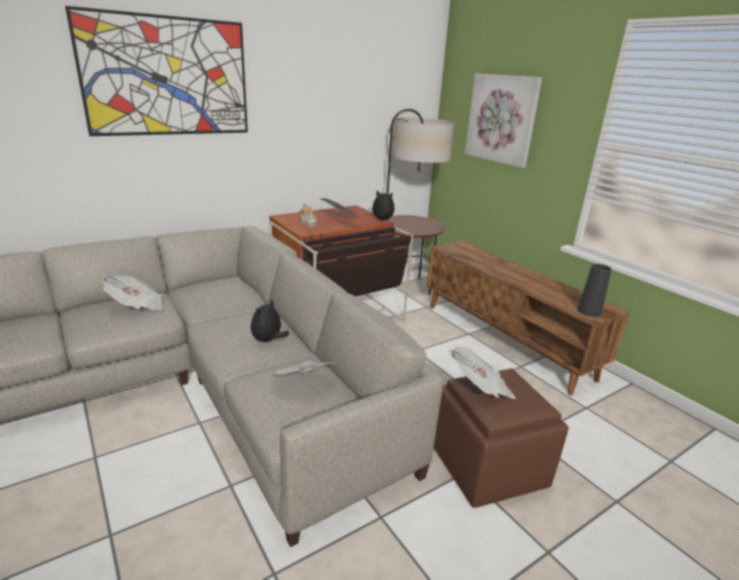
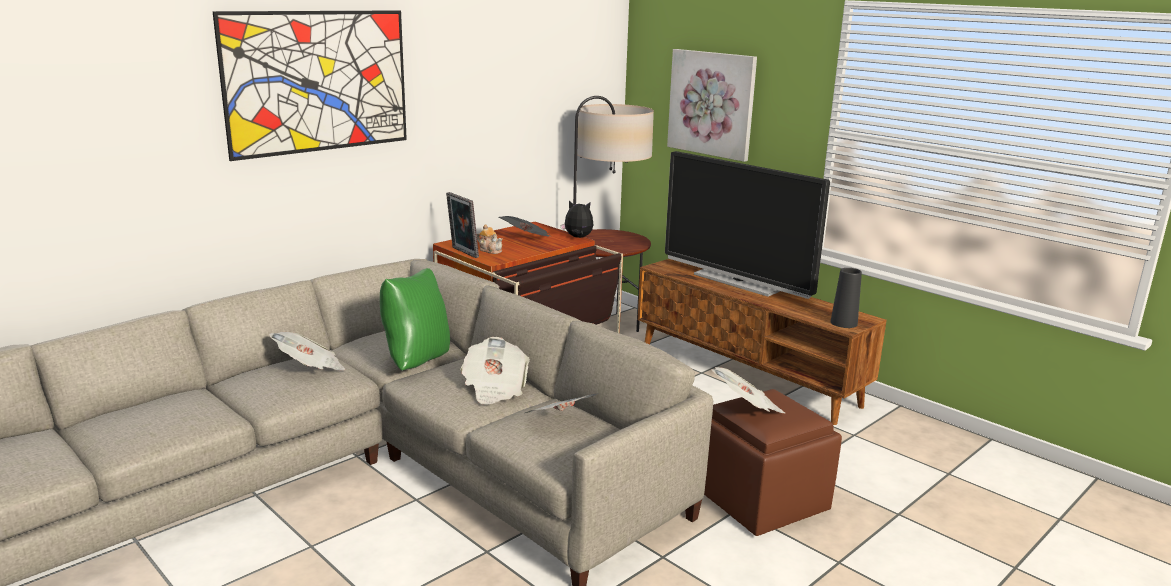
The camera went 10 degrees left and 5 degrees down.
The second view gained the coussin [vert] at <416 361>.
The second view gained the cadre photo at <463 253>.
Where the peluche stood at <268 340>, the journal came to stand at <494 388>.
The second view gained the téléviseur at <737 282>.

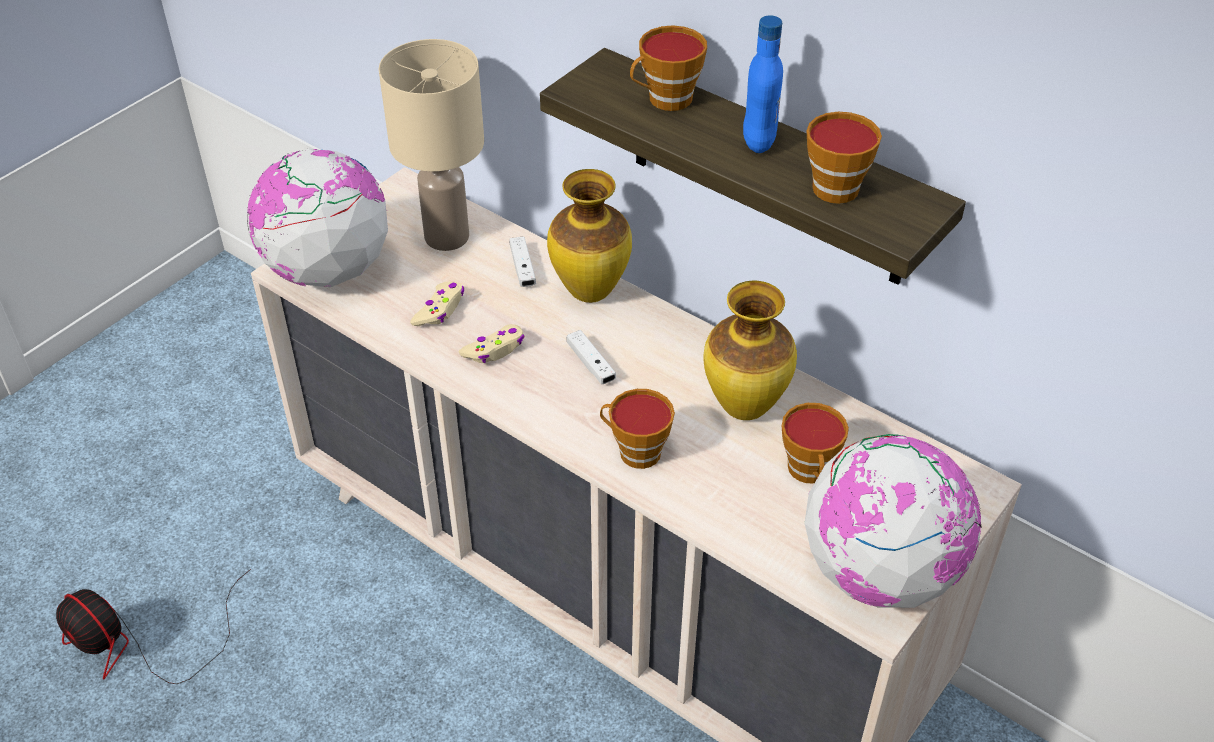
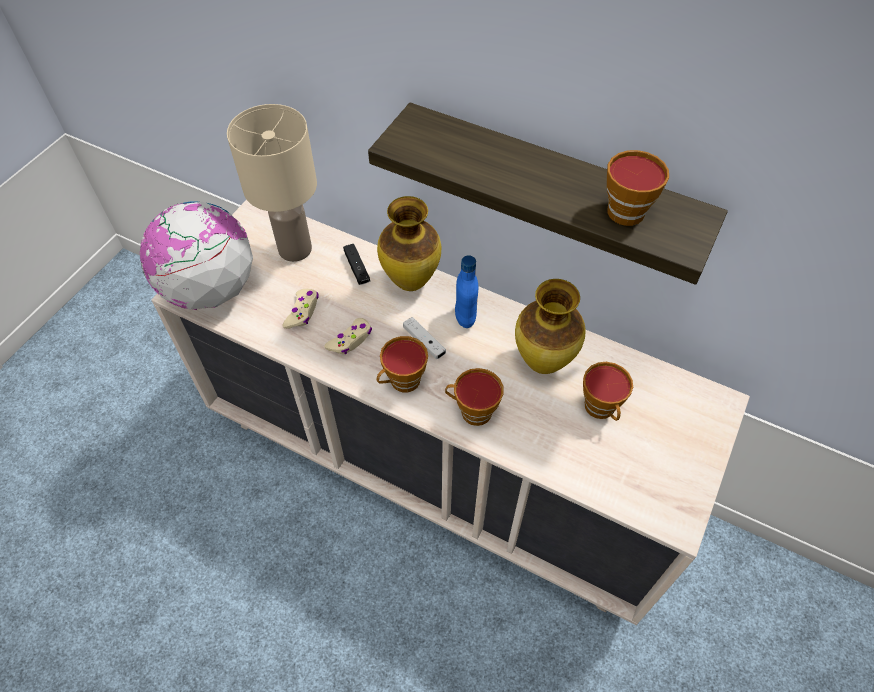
The camera went 10 degrees left and 10 degrees up.
What was the manette [blanc] at <522 268> turned into the manette [noir] at <357 268>.
The tasse ended up elsewhere, having gone from <666 100> to <402 382>.
The bouteille [bleu] ended up elsewhere, having gone from <758 141> to <465 317>.
The second view lost the ventilateur at <138 645>.
The second view lost the globe at <880 572>.

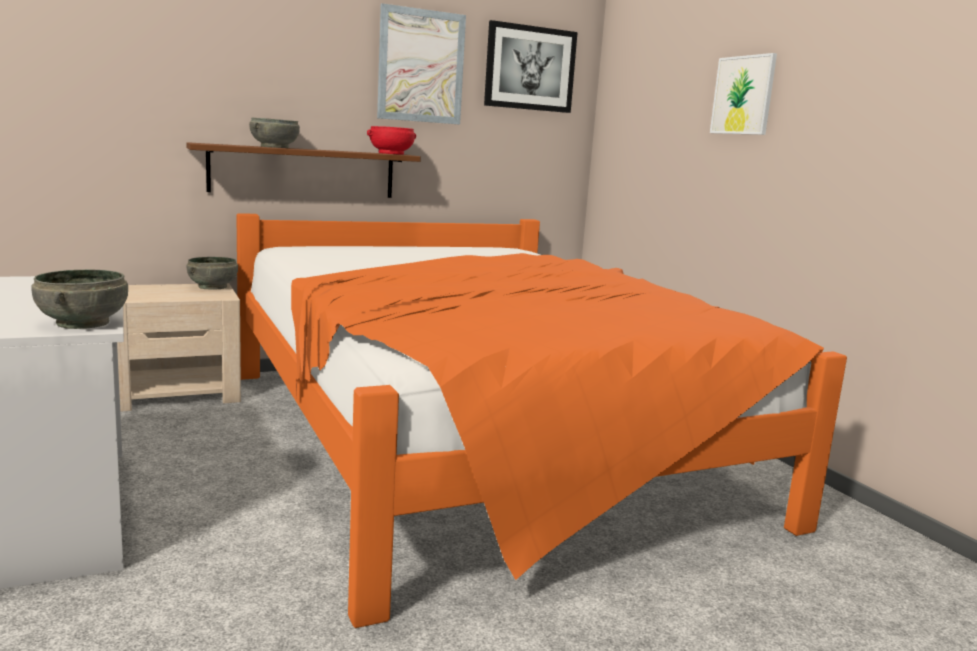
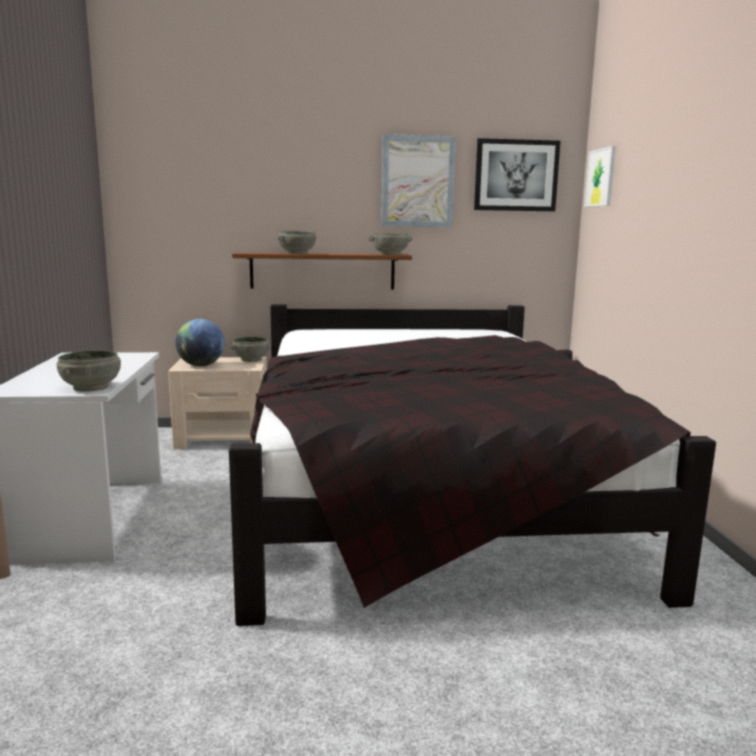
The camera went 20 degrees right and 0 degrees up.
The second view gained the globe at <201 365>.
What was the lit [orange] at <476 440> turned into the lit [noir] at <424 492>.
What was the bol [rouge] at <391 153> turned into the bol [gris] at <390 254>.
The tableau ended up elsewhere, having gone from <743 95> to <600 177>.

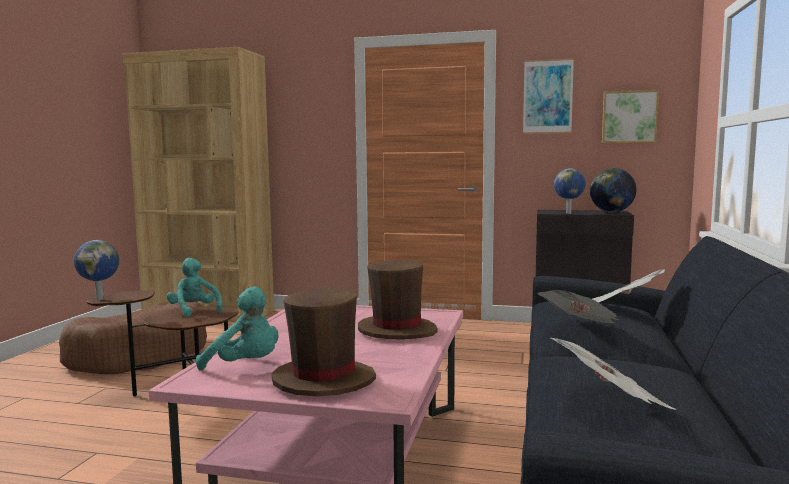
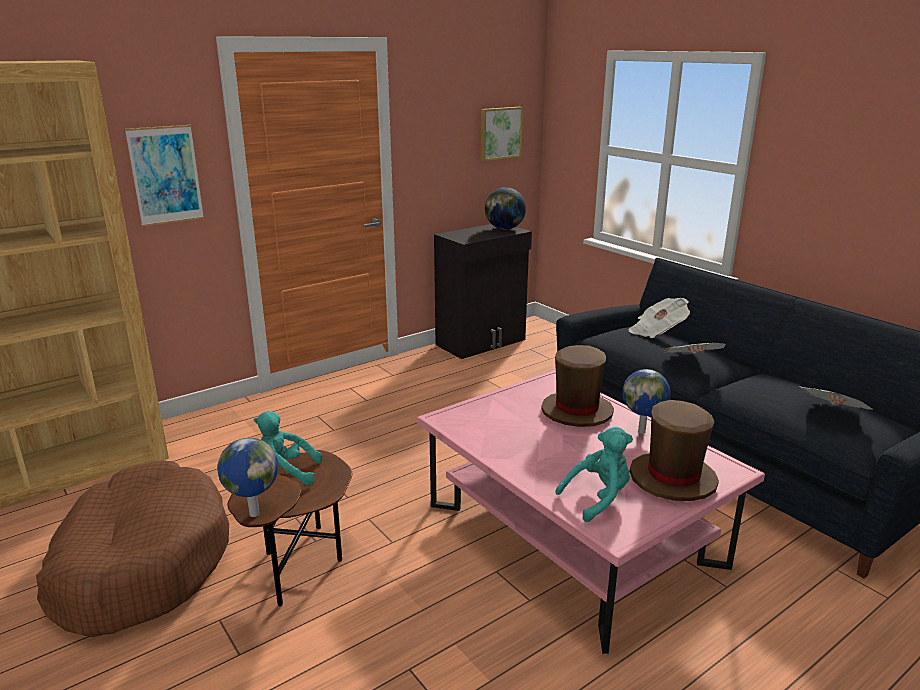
The camera went 50 degrees left and 15 degrees up.
The tableau ended up elsewhere, having gone from <547 96> to <165 175>.
The globe ended up elsewhere, having gone from <569 213> to <642 431>.

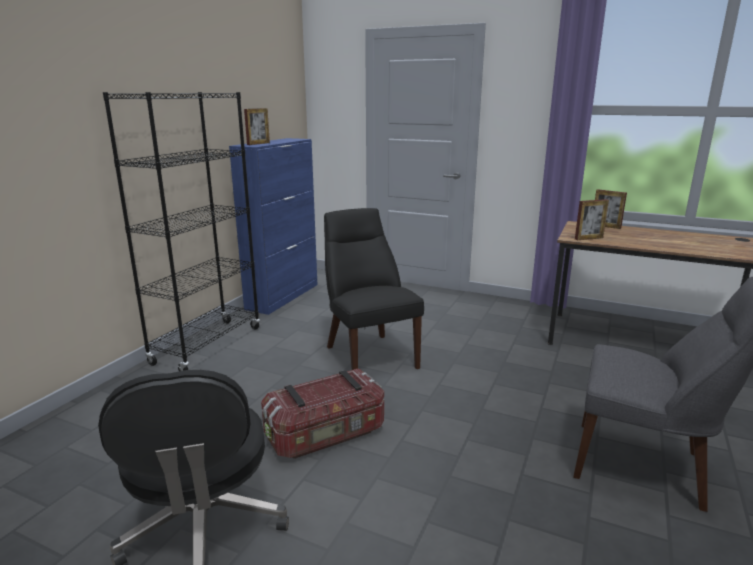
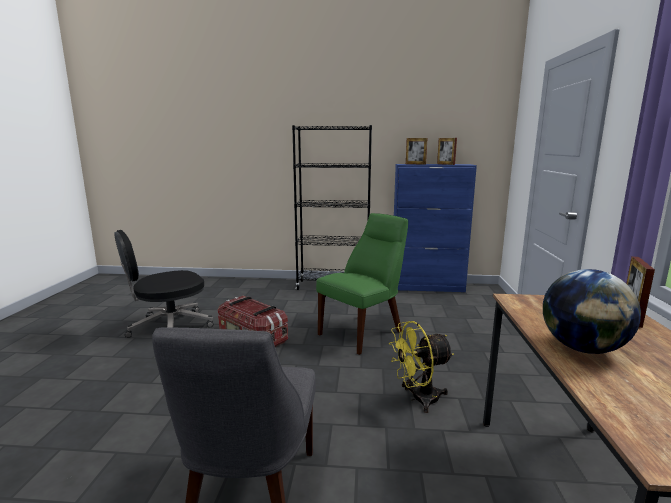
The camera went 70 degrees right and 5 degrees down.
What was the chaise [noir] at <369 355> turned into the chaise [vert] at <363 332>.
The second view gained the ventilateur [jaune] at <418 399>.
The cadre photo ended up elsewhere, having gone from <589 238> to <445 164>.
The second view gained the globe at <582 348>.

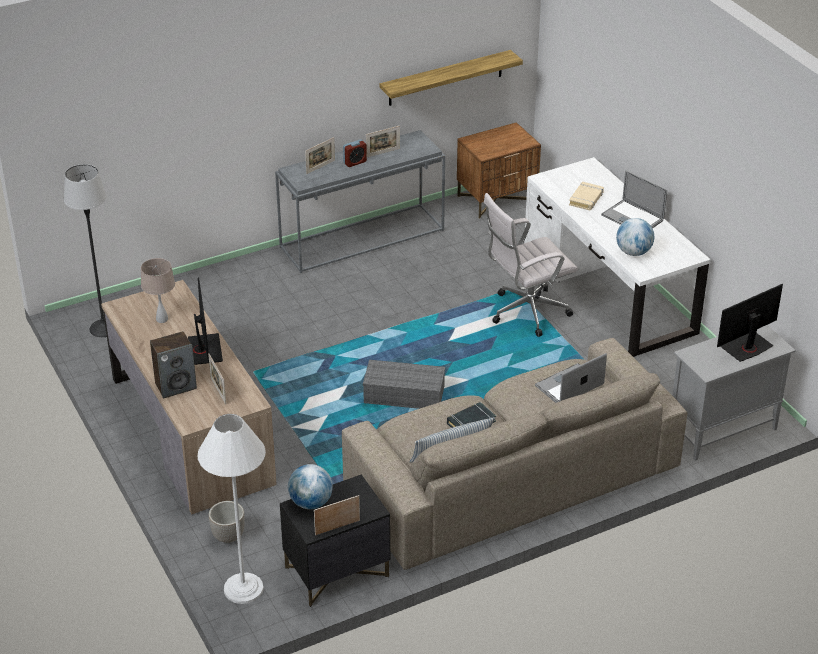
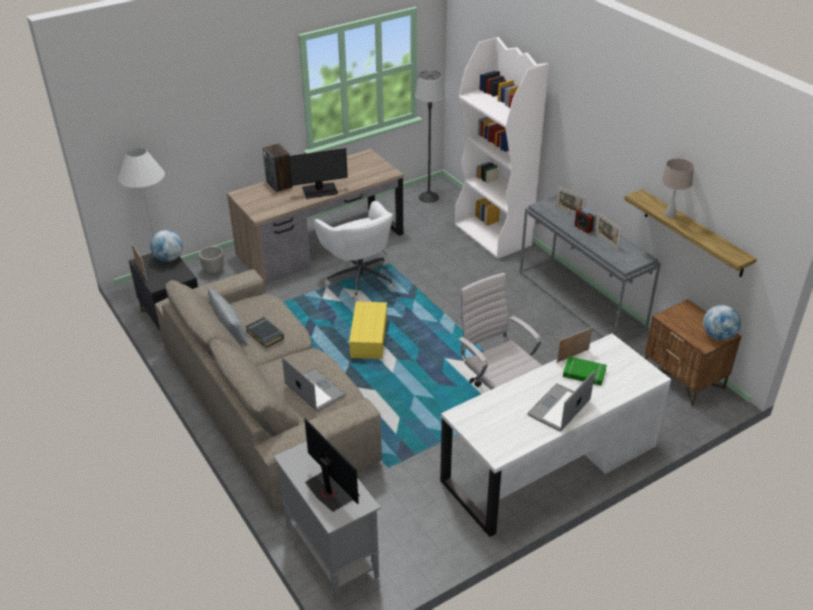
The camera went 85 degrees right and 0 degrees up.
The second view gained the chaise de bureau [blanc] at <359 278>.
What was the boîte de rangement [gris] at <403 395> turned into the boîte de rangement [jaune] at <368 337>.
The second view gained the bibliothèque [blanc] at <493 235>.
The cadre photo ended up elsewhere, having gone from <218 391> to <572 356>.
What was the livre [beige] at <586 199> turned into the livre [vert] at <584 374>.
The lampe de table [beige] ended up elsewhere, having gone from <162 319> to <670 215>.
The globe ended up elsewhere, having gone from <633 252> to <718 336>.

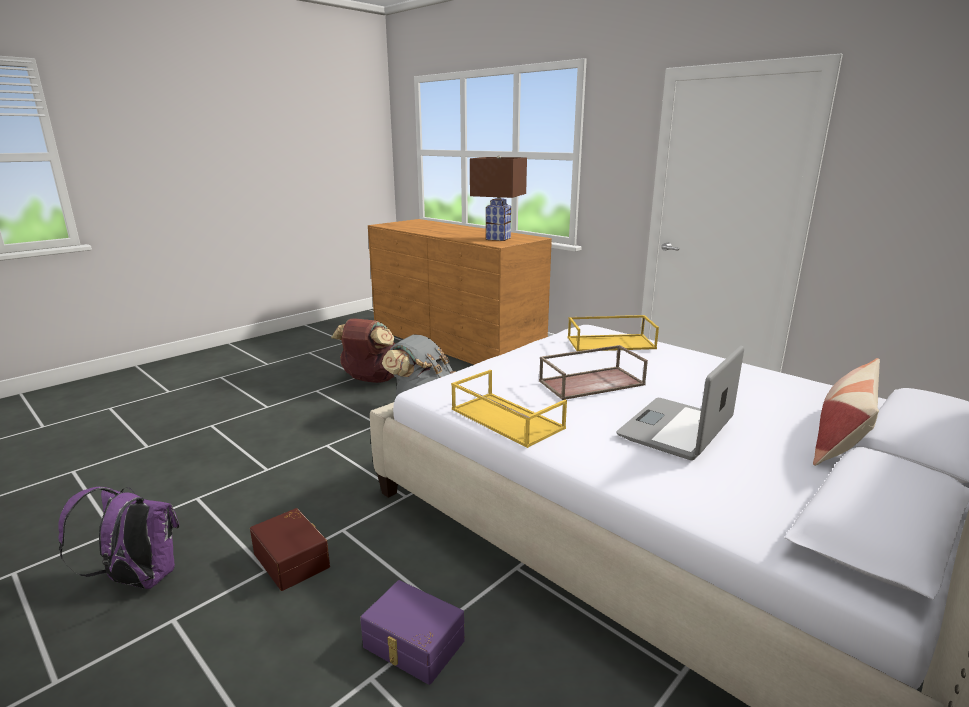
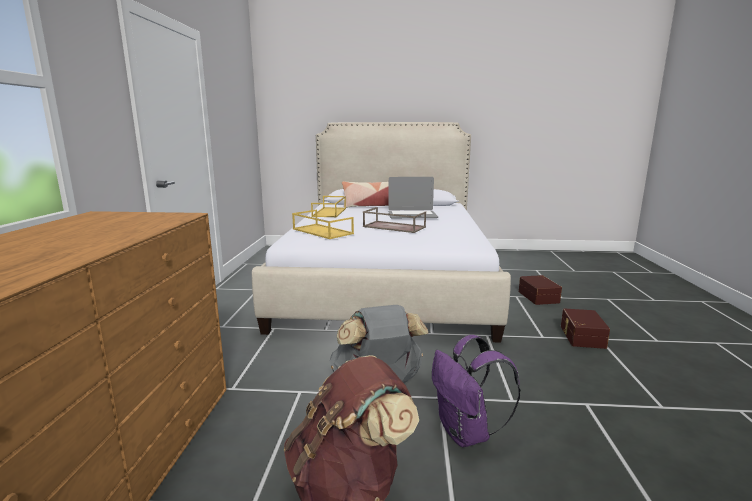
The camera went 130 degrees left and 5 degrees down.
The plateau [jaune] ended up elsewhere, having gone from <505 419> to <330 212>.
The sac à dos [violet] ended up elsewhere, having gone from <138 580> to <466 433>.
What was the boîte de rangement [violet] at <412 645> turned into the boîte de rangement [marron] at <539 297>.
The second view lost the lampe de table [marron] at <498 239>.

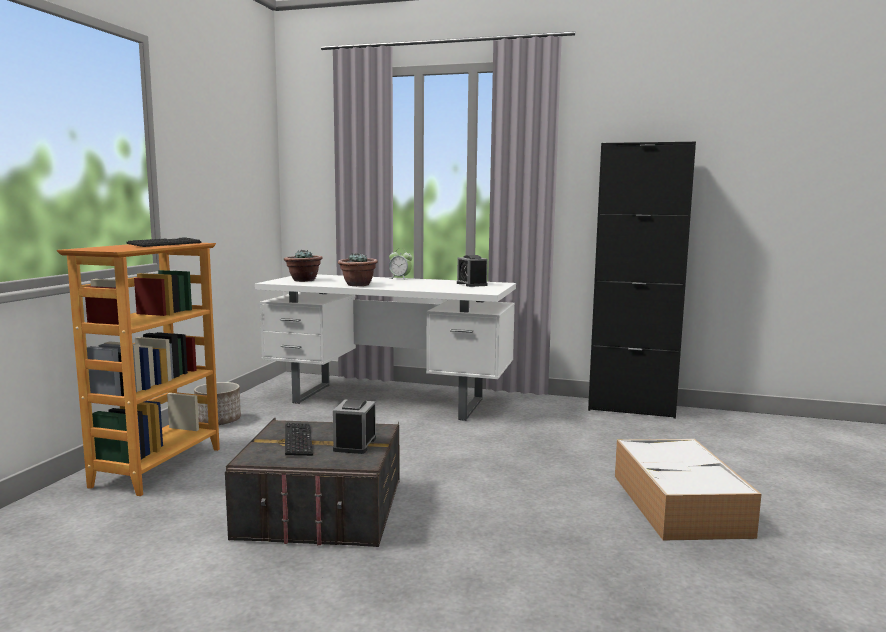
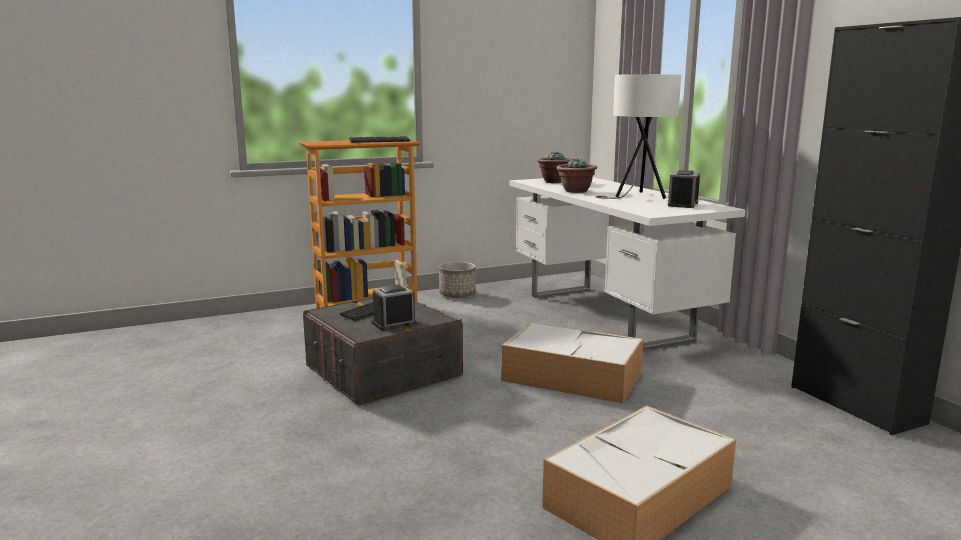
The camera went 50 degrees right and 5 degrees up.
The second view gained the boîte de rangement at <574 377>.
The second view gained the lampe de table [blanc] at <637 197>.
The second view lost the réveil at <400 278>.

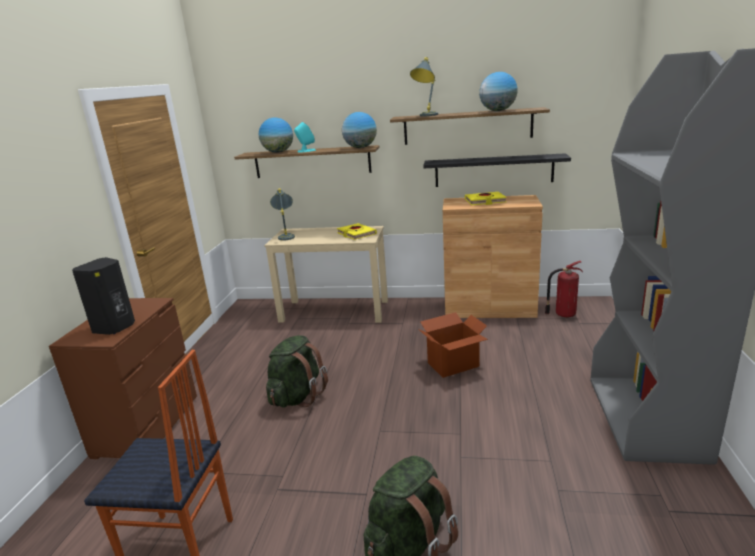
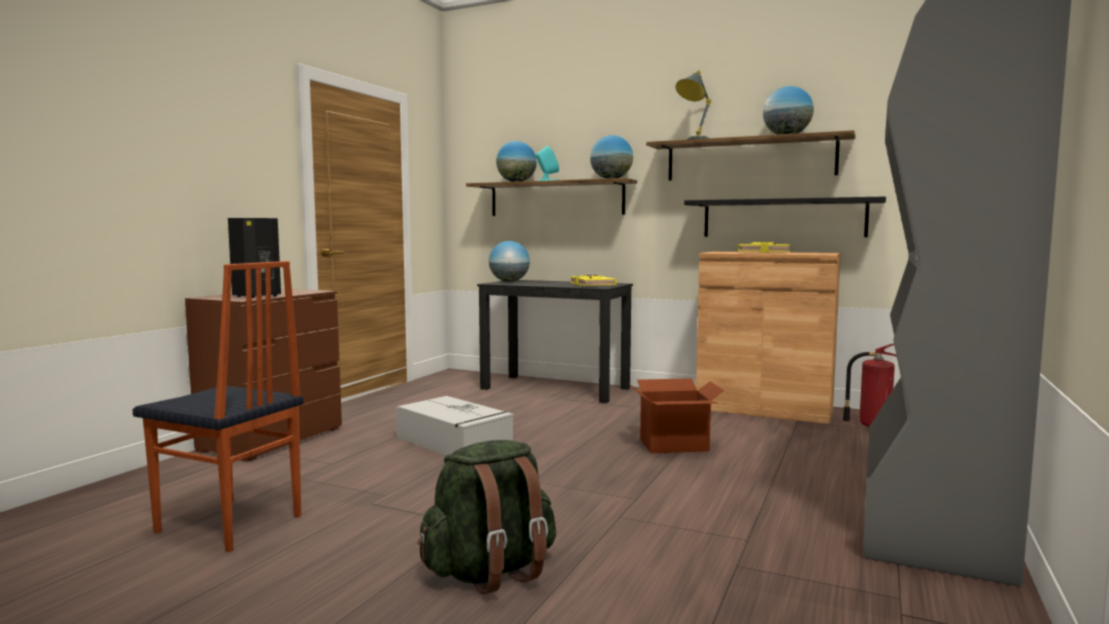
The camera went 15 degrees right and 15 degrees down.
Where the sac à dos [vert] stood at <297 396>, the boîte de rangement [gris] came to stand at <454 442>.
What was the bureau [beige] at <335 311> turned into the bureau [noir] at <555 388>.
Where the lampe de table [gris] stood at <286 236>, the globe came to stand at <509 281>.

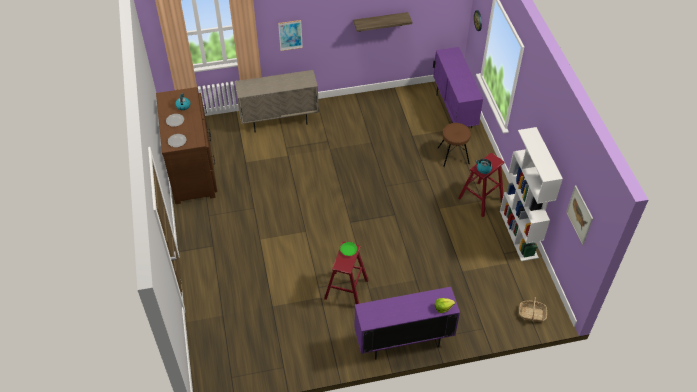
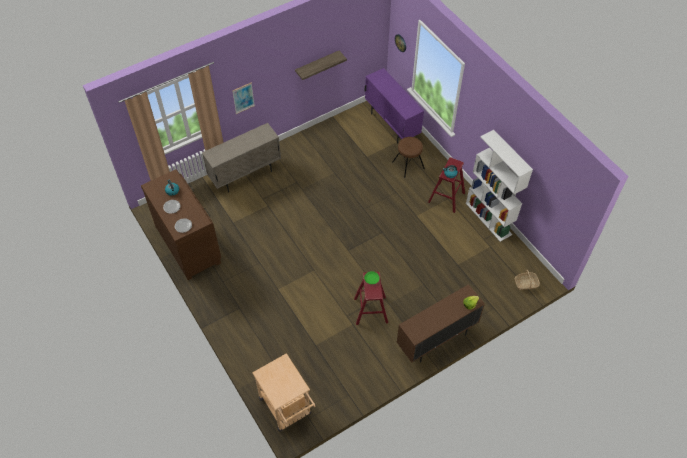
The camera went 20 degrees left and 5 degrees up.
The second view gained the chariot [beige] at <287 409>.
What was the meuble de rangement [violet] at <403 341> turned into the meuble de rangement [marron] at <436 340>.
The second view lost the tableau at <579 215>.

